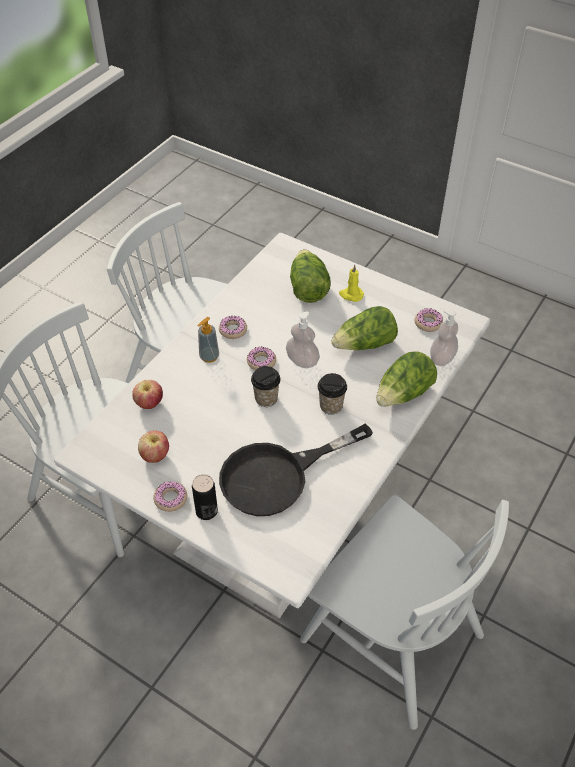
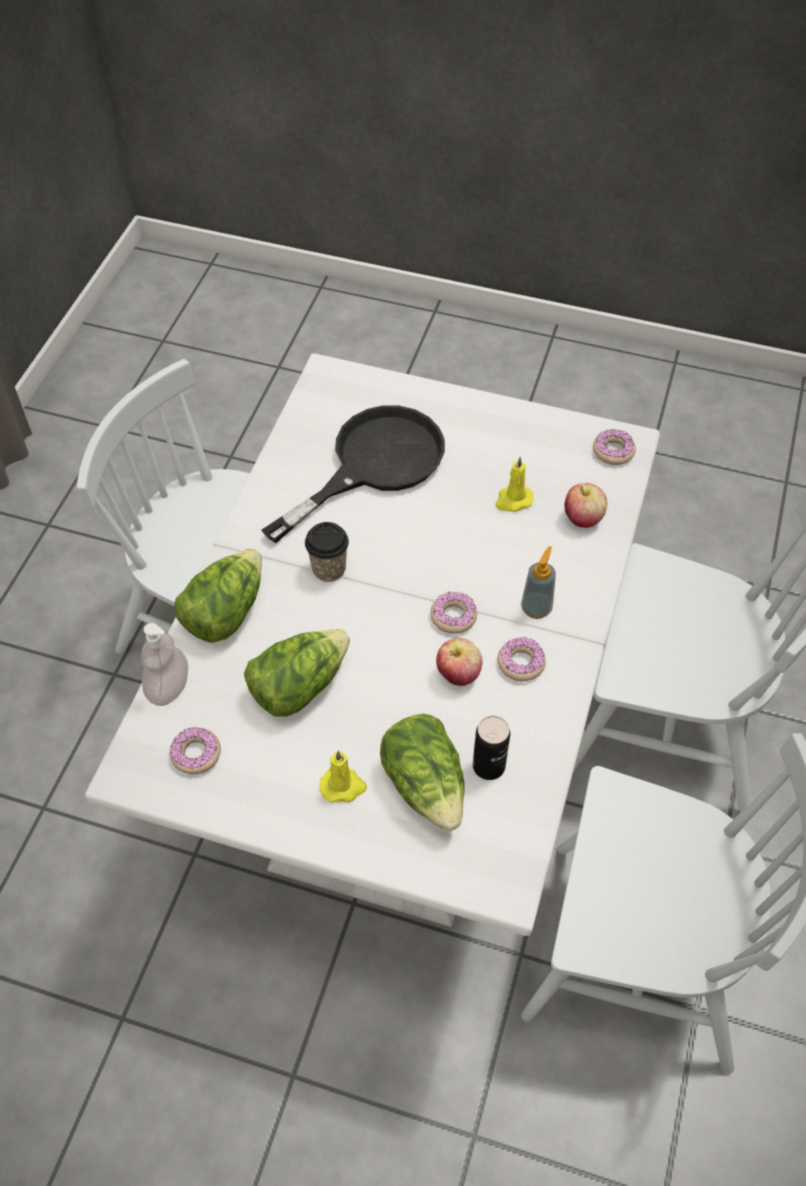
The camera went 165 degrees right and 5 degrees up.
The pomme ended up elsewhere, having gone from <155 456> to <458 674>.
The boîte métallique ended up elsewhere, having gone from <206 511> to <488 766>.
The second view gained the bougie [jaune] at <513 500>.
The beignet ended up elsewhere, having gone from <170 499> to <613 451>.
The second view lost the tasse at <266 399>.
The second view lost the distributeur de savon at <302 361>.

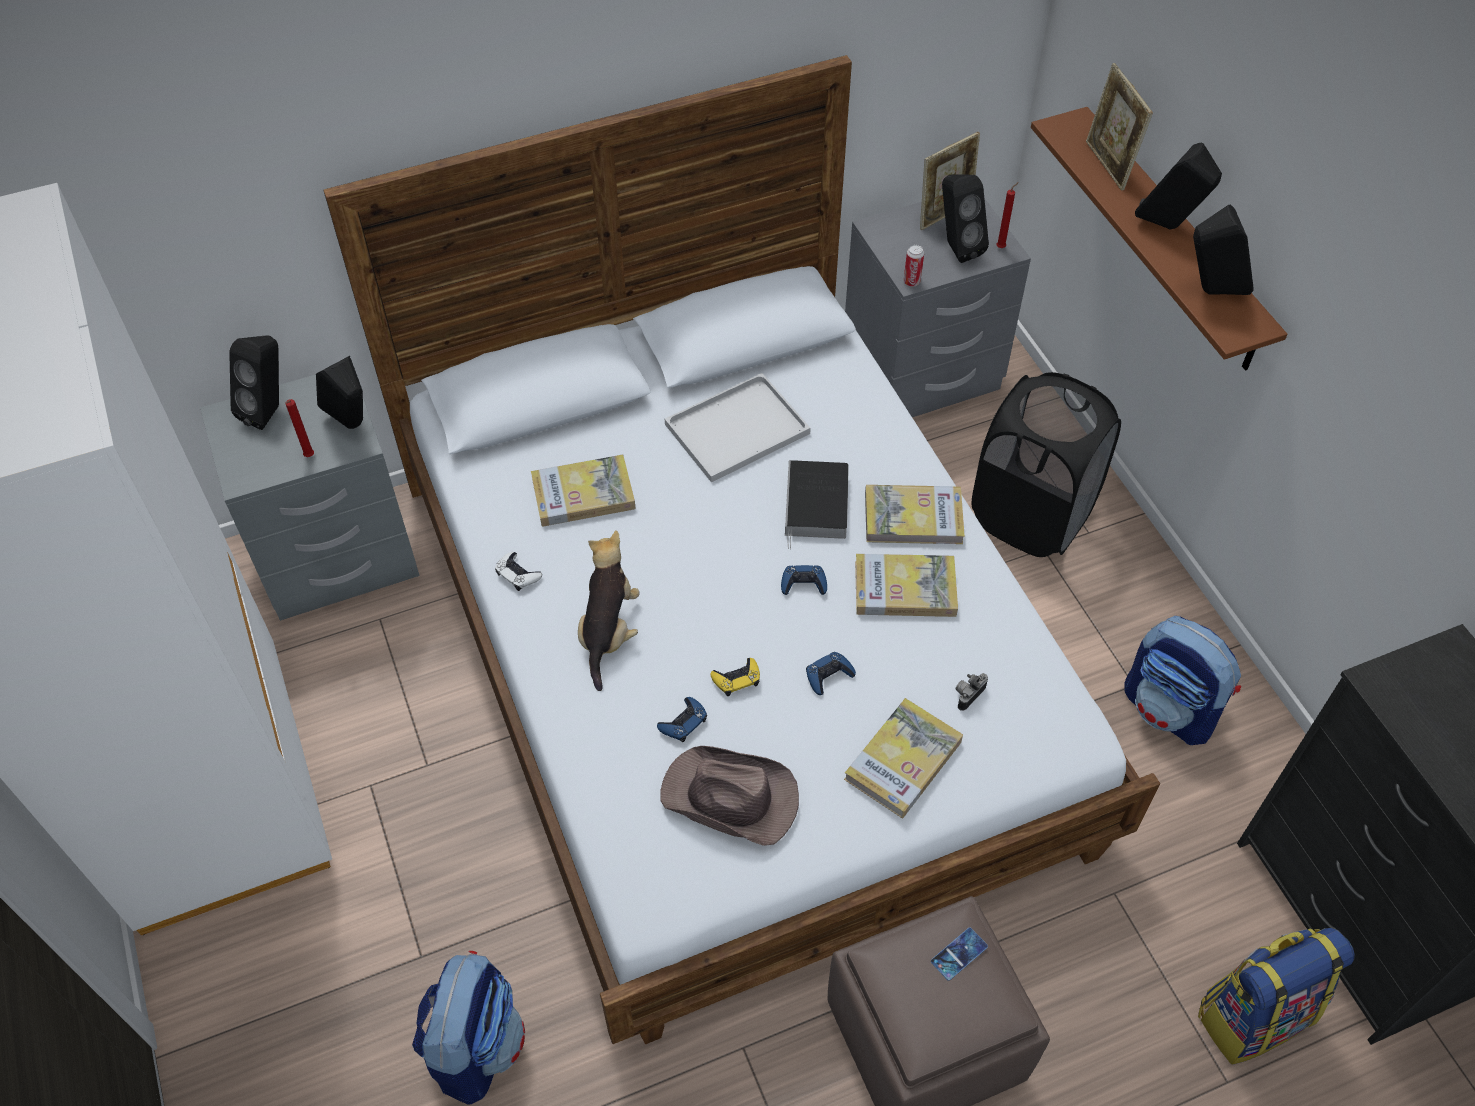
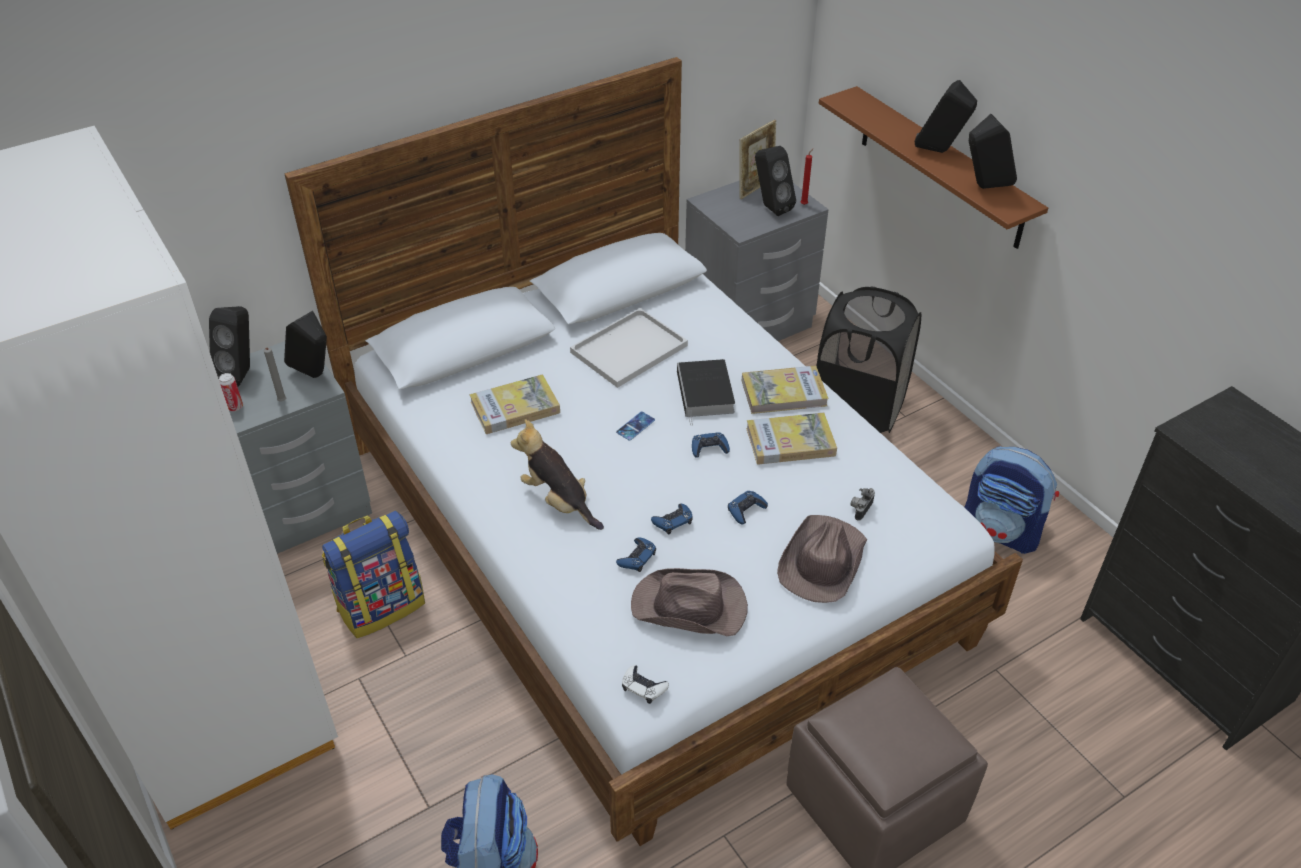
The camera went 10 degrees left and 10 degrees down.
The boîte métallique ended up elsewhere, having gone from <911 282> to <235 407>.
What was the bougie [rouge] at <309 457> turned into the bougie [gris] at <282 402>.
The sac à dos ended up elsewhere, having gone from <1253 1014> to <381 606>.
The peluche at <608 631> ended up facing another way, 45 degrees counterclockwise from before.
The téléphone ended up elsewhere, having gone from <959 954> to <635 426>.
The manette [blanc] ended up elsewhere, having gone from <518 574> to <643 687>.
What was the manette [jaune] at <736 679> turned into the manette [bleu] at <673 521>.
Where the livre stood at <903 760>, the chapeau [marron] came to stand at <822 562>.
The second view lost the cadre photo at <1108 166>.

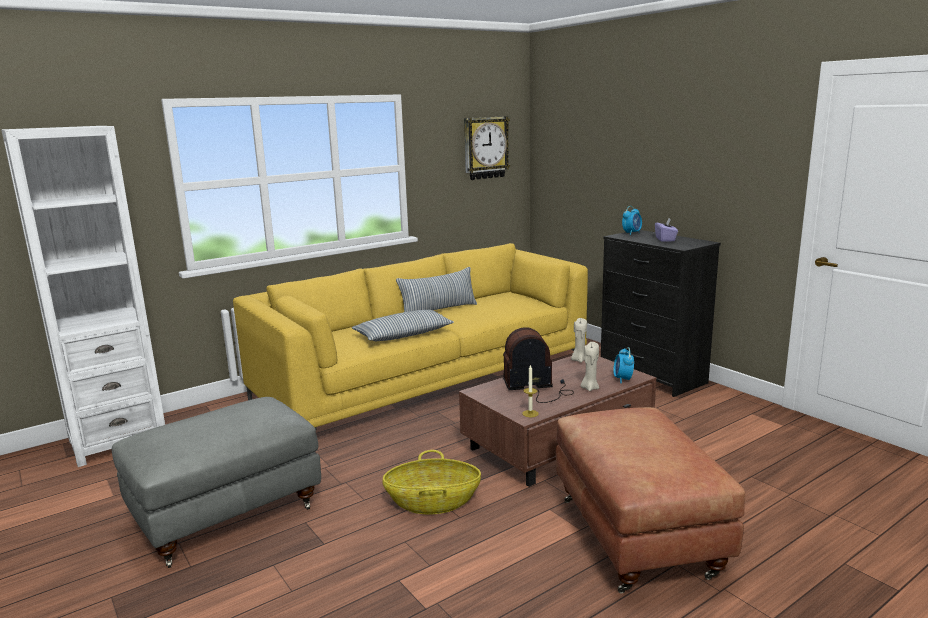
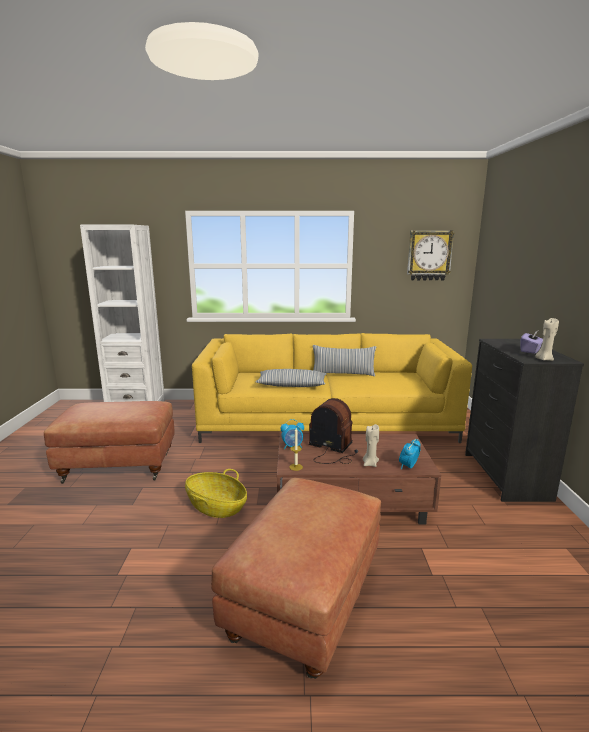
The camera went 35 degrees right and 0 degrees up.
What was the pouf [gris] at <227 515> turned into the pouf [marron] at <119 466>.
The réveil ended up elsewhere, having gone from <631 233> to <292 447>.
The bougie [beige] ended up elsewhere, having gone from <579 360> to <544 359>.

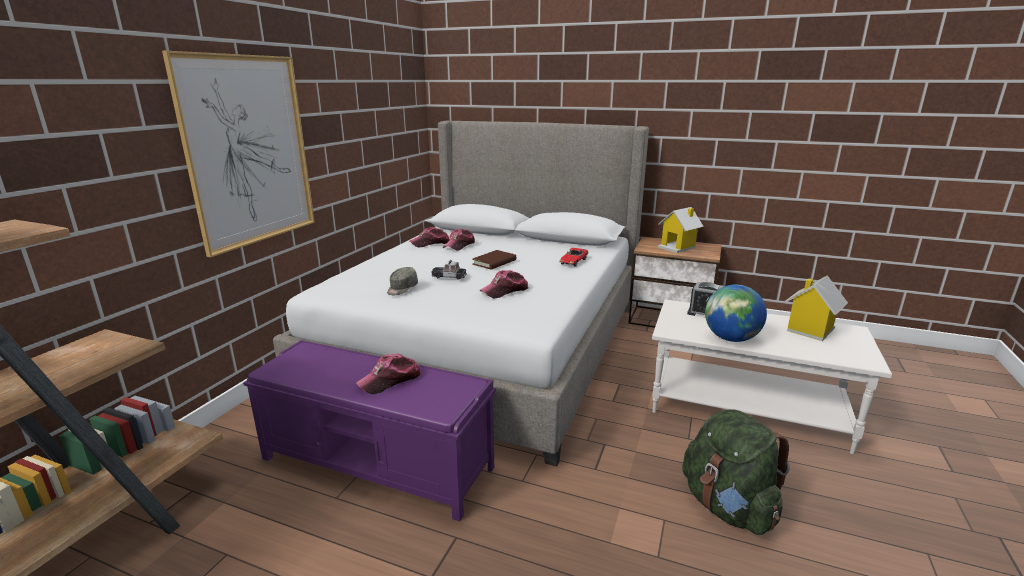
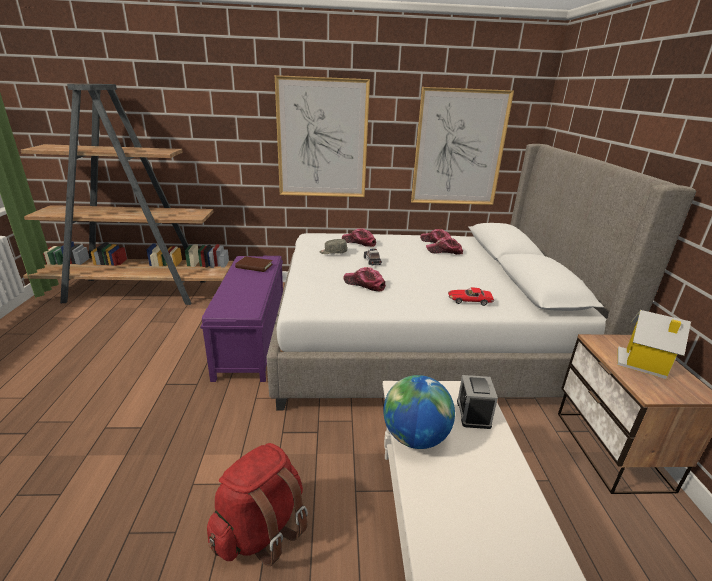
The camera went 65 degrees right and 5 degrees up.
What was the sac à dos [vert] at <727 507> turned into the sac à dos [rouge] at <261 530>.
The livre [marron] ended up elsewhere, having gone from <494 262> to <254 266>.
The casquette ended up elsewhere, having gone from <390 380> to <359 242>.
The second view gained the tableau at <459 149>.
The second view lost the maison miniature at <809 330>.

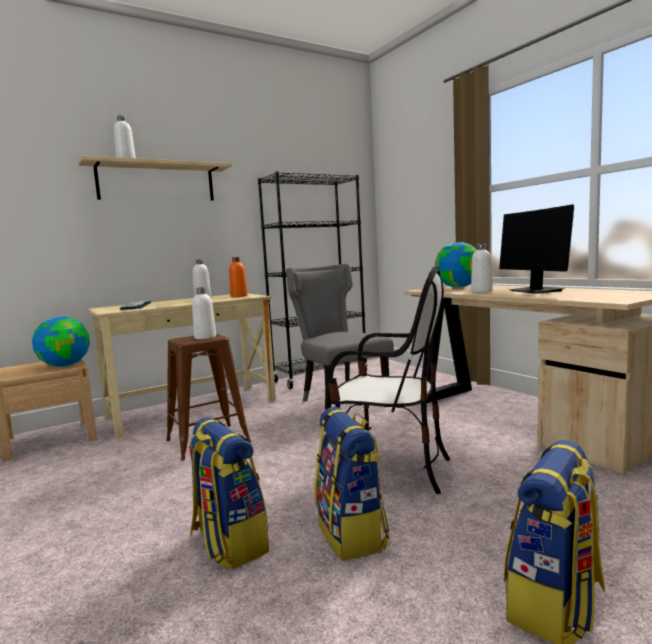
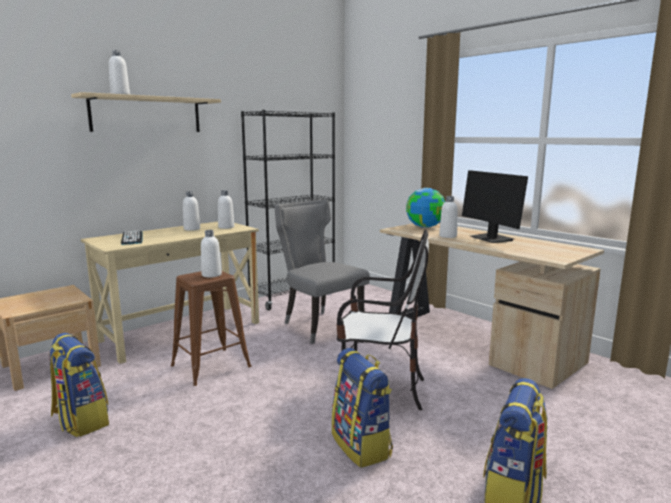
The camera went 10 degrees left and 5 degrees up.
The sac à dos ended up elsewhere, having gone from <228 543> to <80 421>.
What was the bouteille [orange] at <239 296> turned into the bouteille [blanc] at <226 227>.
The second view lost the globe at <65 365>.

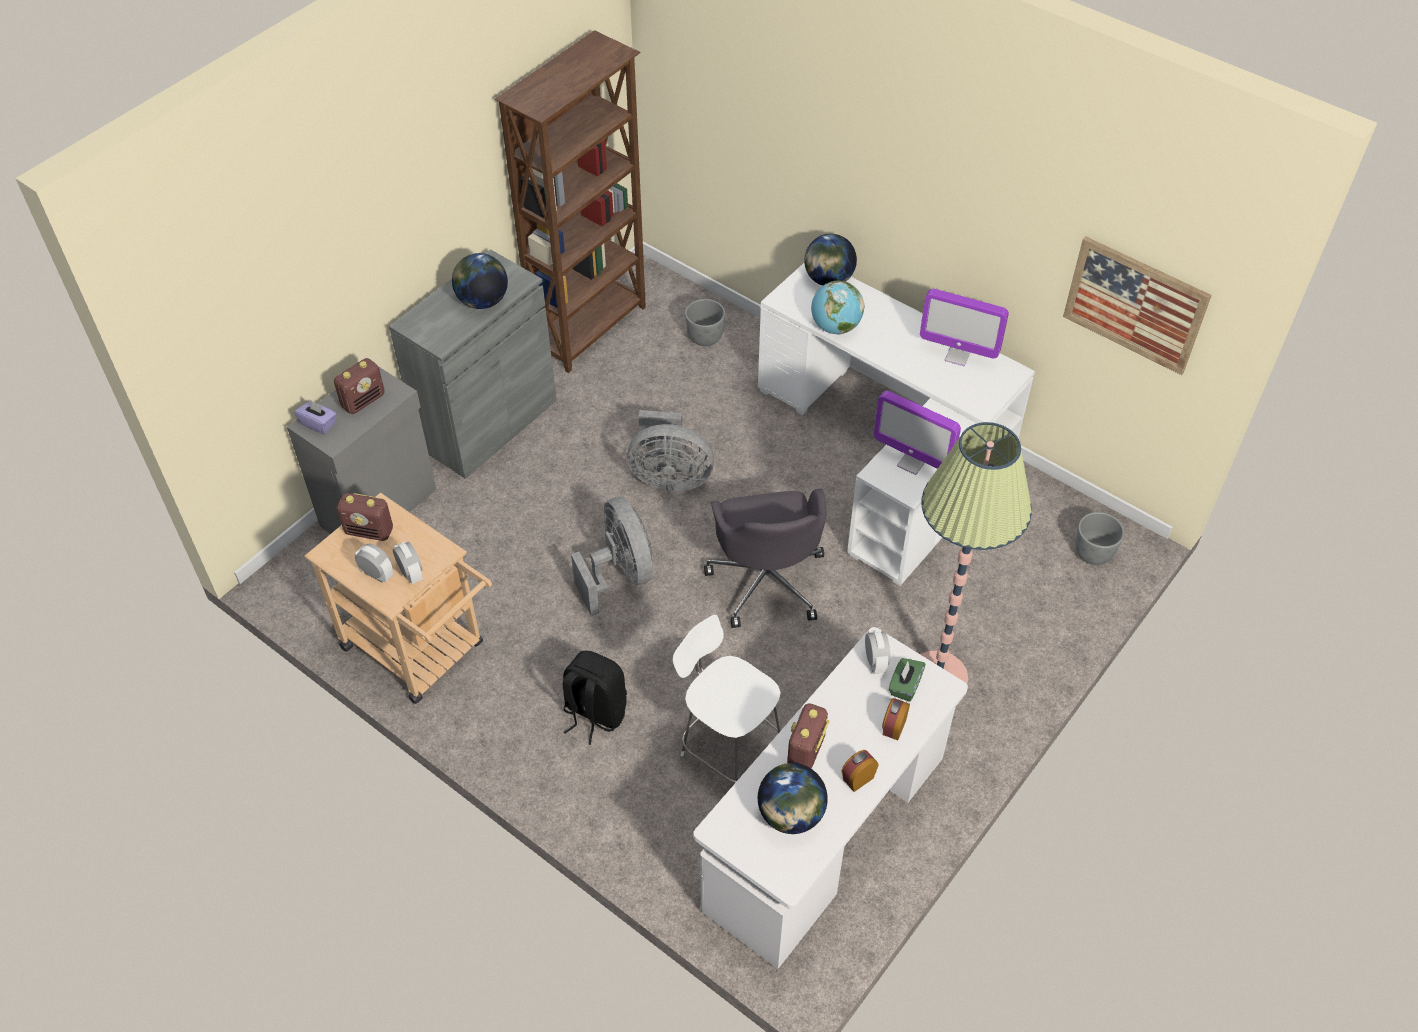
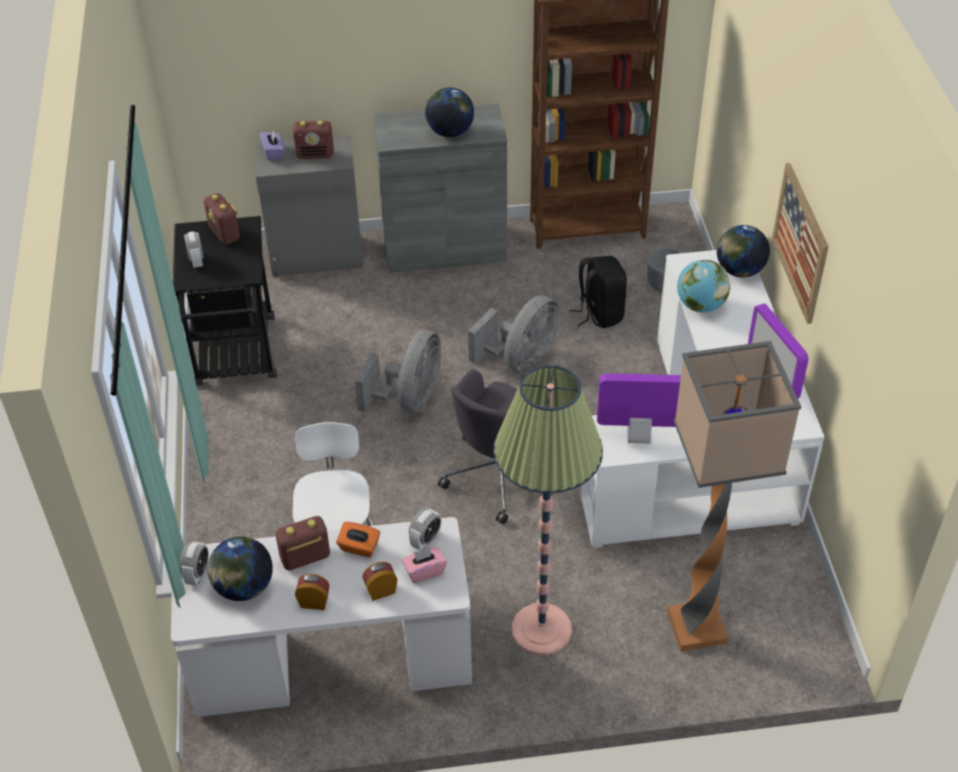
The camera went 45 degrees right and 5 degrees down.
What was the chariot [beige] at <421 651> turned into the chariot [noir] at <236 358>.
The réveil ended up elsewhere, having gone from <411 573> to <197 574>.
The second view gained the boîte à mouchoirs [orange] at <359 547>.
What was the boîte à mouchoirs [vert] at <905 686> turned into the boîte à mouchoirs [rose] at <424 571>.
The ventilateur [gris] at <669 477> ended up facing another way, 105 degrees counterclockwise from before.
The sac à dos [noir] ended up elsewhere, having gone from <594 713> to <599 313>.
The écran d'ordinateur at <912 463> ended up facing another way, 105 degrees clockwise from before.
The second view gained the lampadaire at <695 629>.
The tableau ended up elsewhere, having gone from <1135 305> to <800 242>.
The second view lost the cache-pot [gris] at <1093 554>.

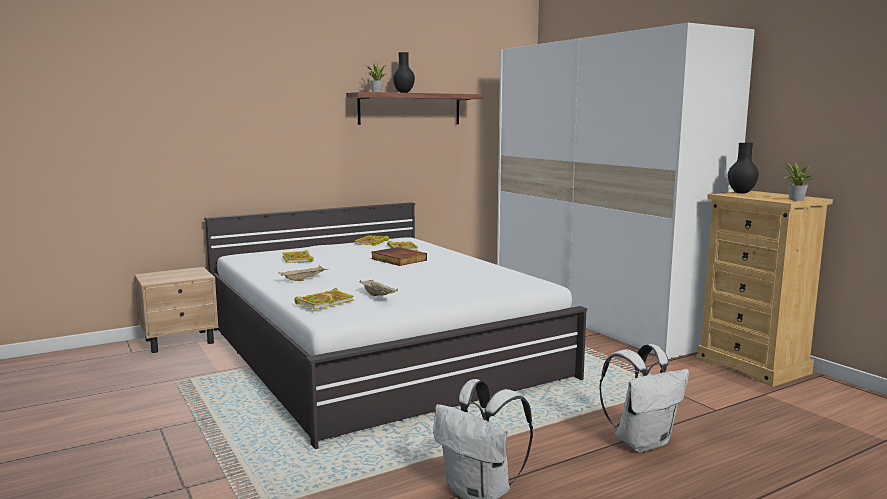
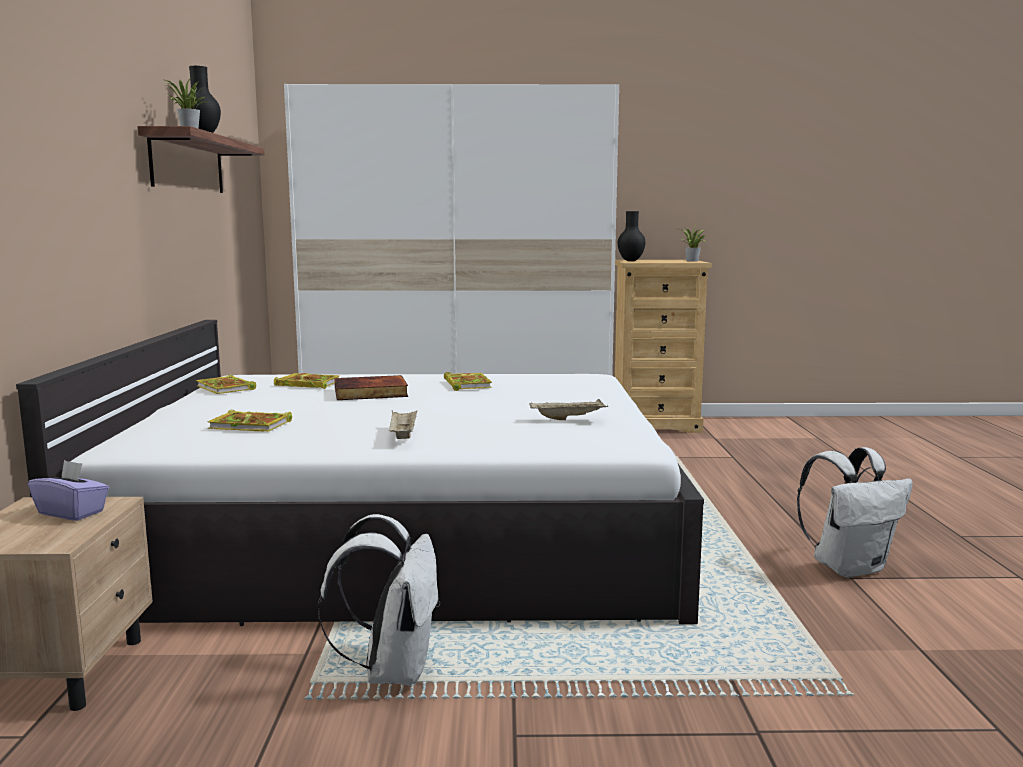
The camera went 60 degrees left and 0 degrees up.
The second view gained the boîte à mouchoirs [violet] at <72 512>.
The sac à dos [blanc] ended up elsewhere, having gone from <642 442> to <393 670>.
The livre ended up elsewhere, having gone from <325 302> to <467 384>.

